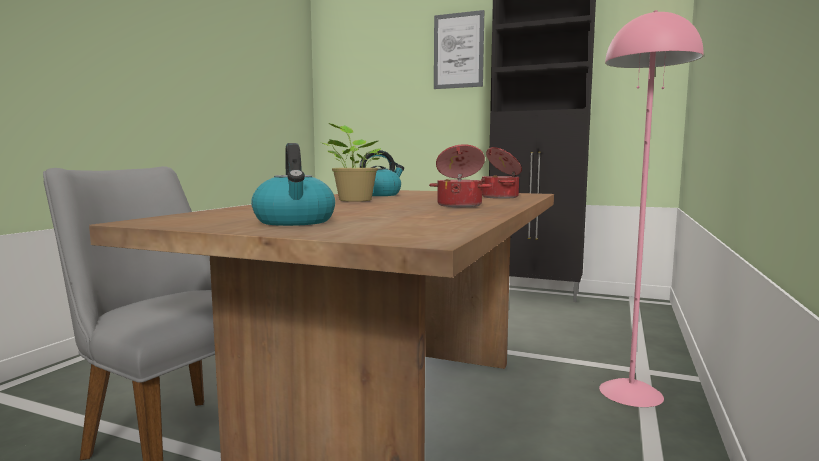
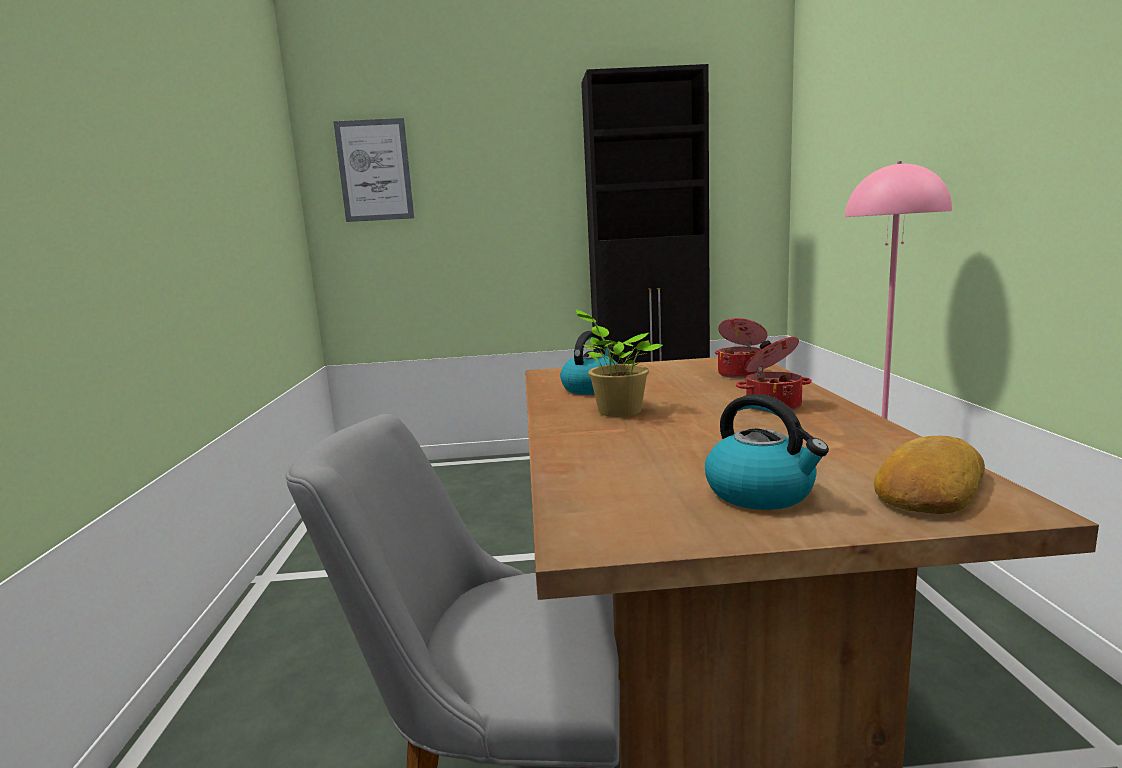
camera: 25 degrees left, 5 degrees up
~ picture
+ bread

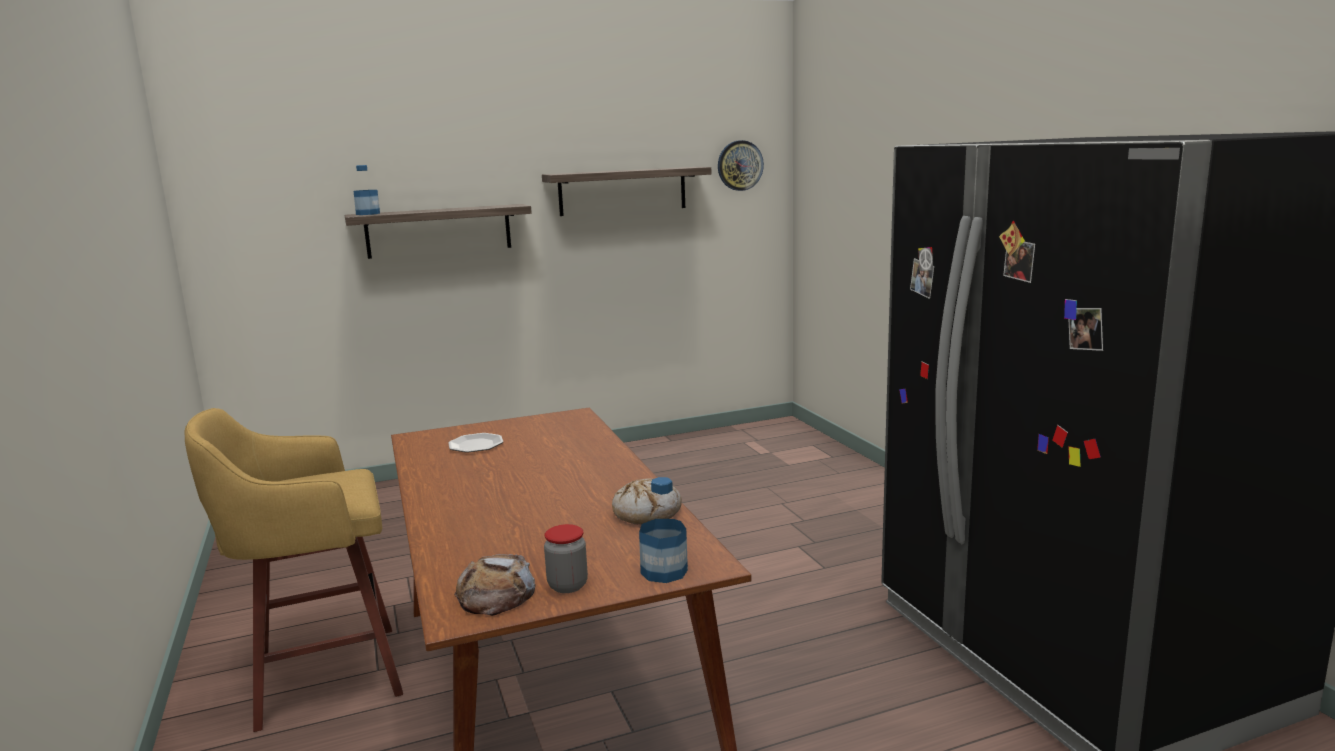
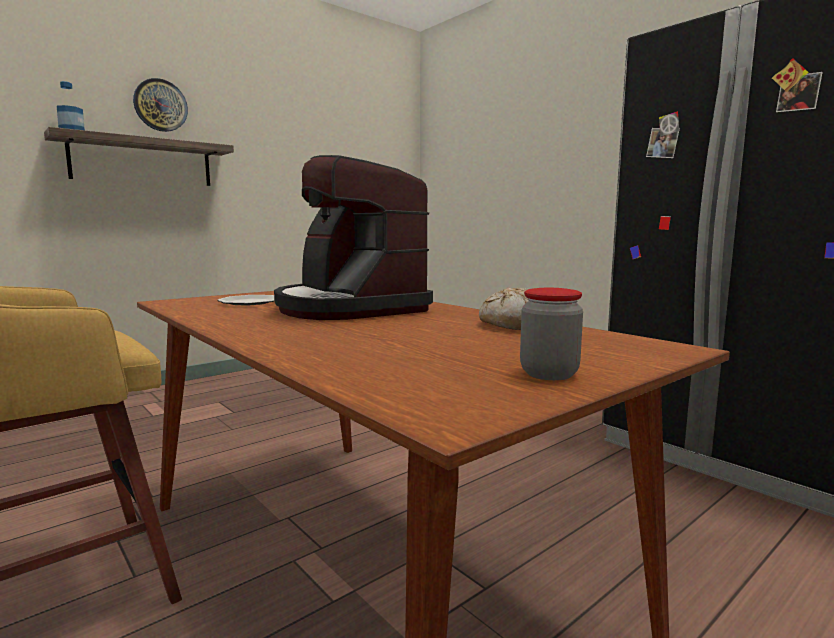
camera: 20 degrees left, 5 degrees down
~ wall_clock
+ coffee_machine
- bread (no. 1 from left)
- shelf (no. 2 from left)
- bottle (no. 2 from left)

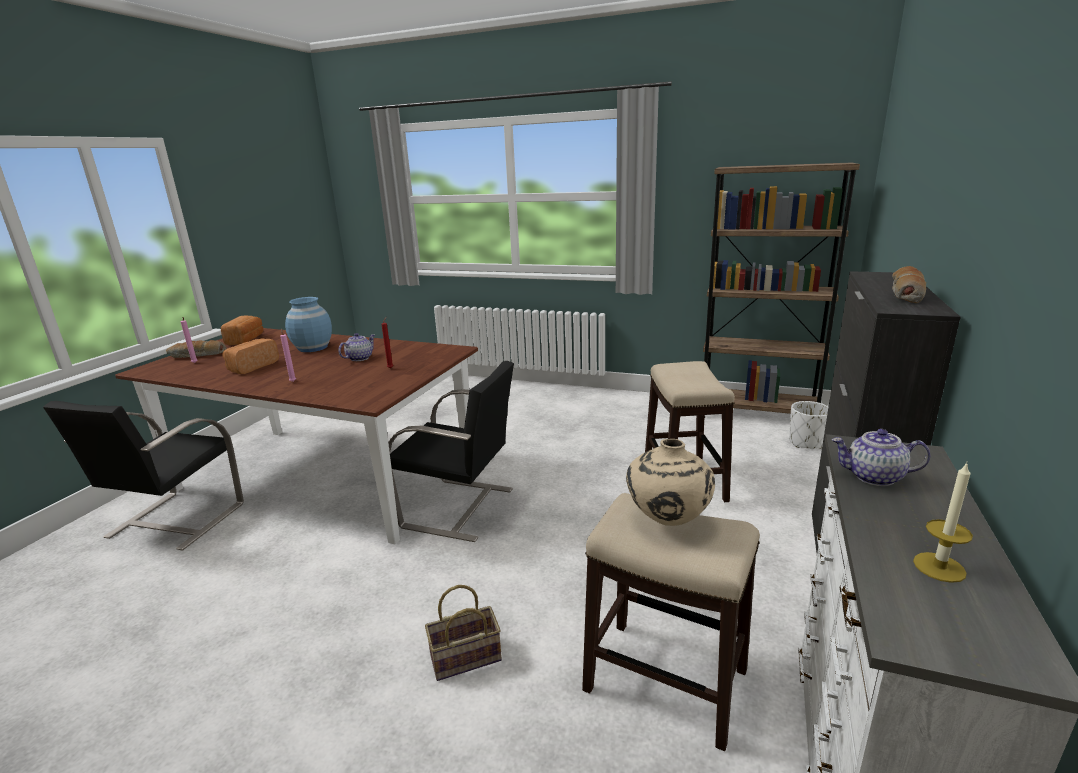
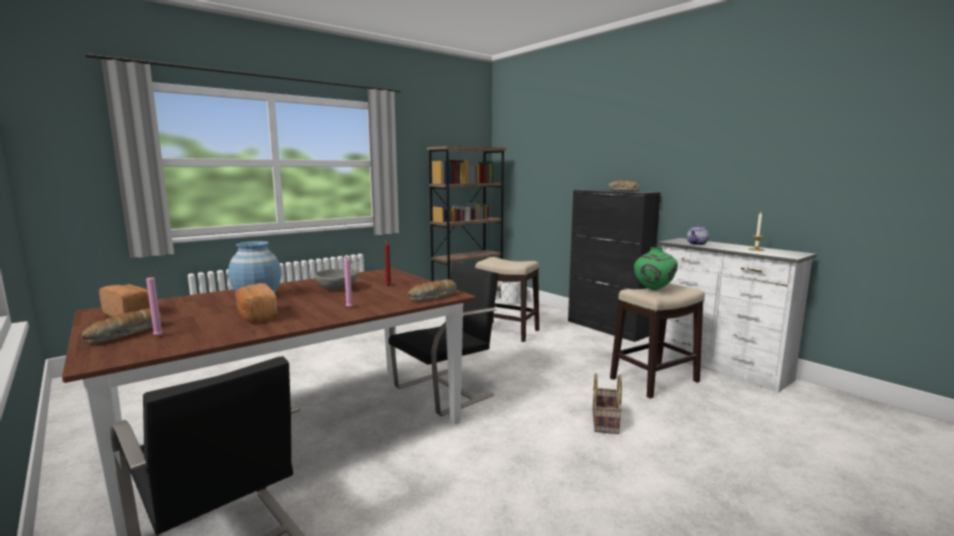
camera: 60 degrees left, 10 degrees down
~ teapot (no. 1 from left) to grey_bowl
+ bread (no. 4 from left)
~ beige_vase to green_vase

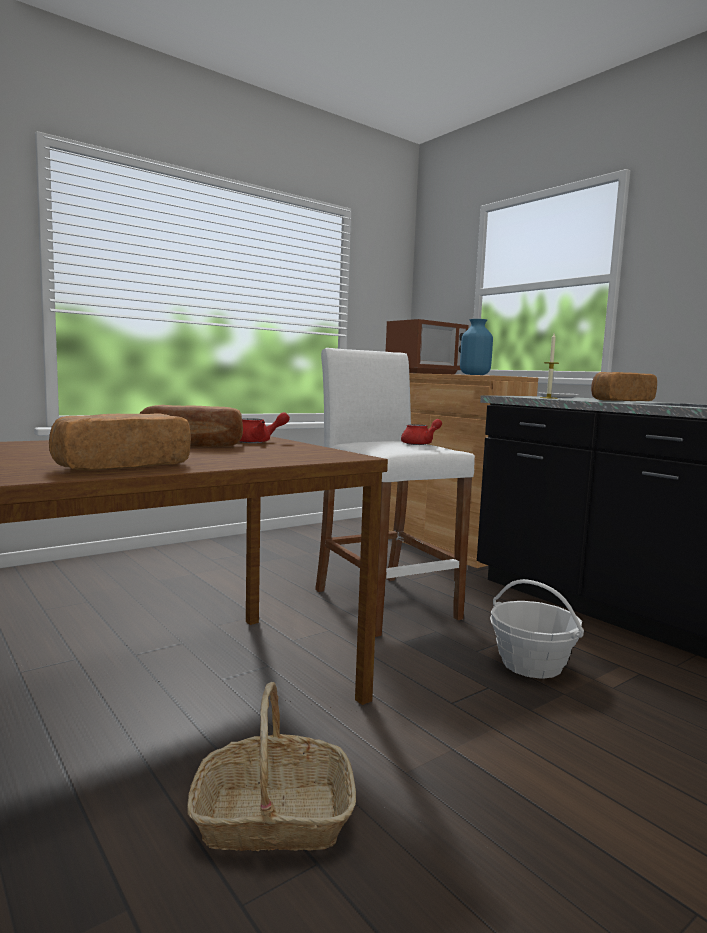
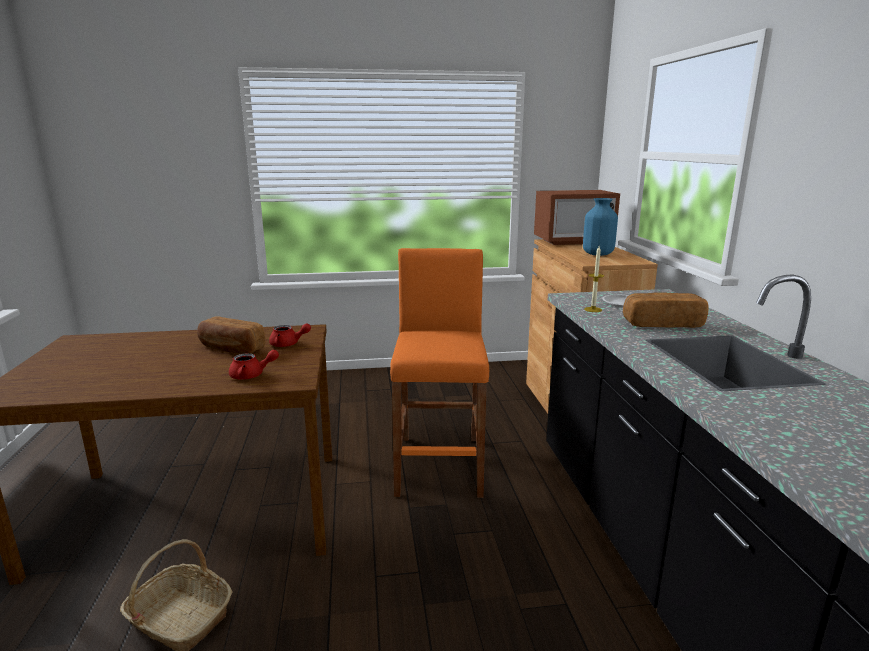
camera: 30 degrees right, 10 degrees up
~ red_teapot (no. 2 from left in the first image) to red_teapot (no. 1 from left)
~ white_stool to orange_stool
- bread (no. 1 from left)
- basket (no. 2 from left)

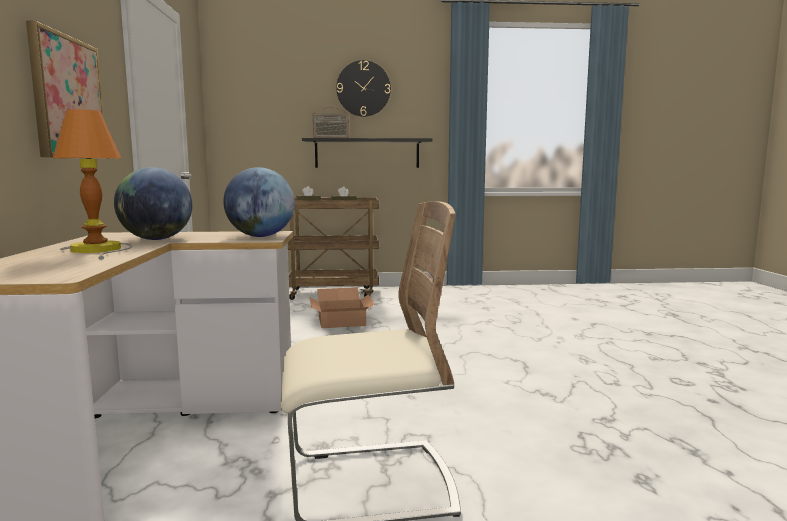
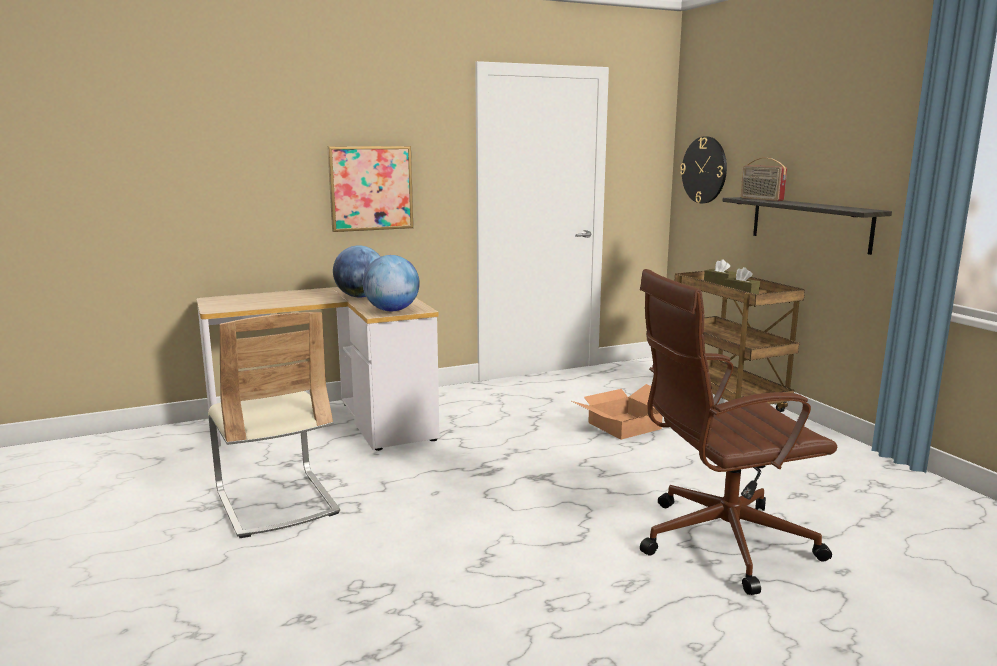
camera: 70 degrees right, 5 degrees up
+ brown_office_chair
~ wall_clock
- table_lamp

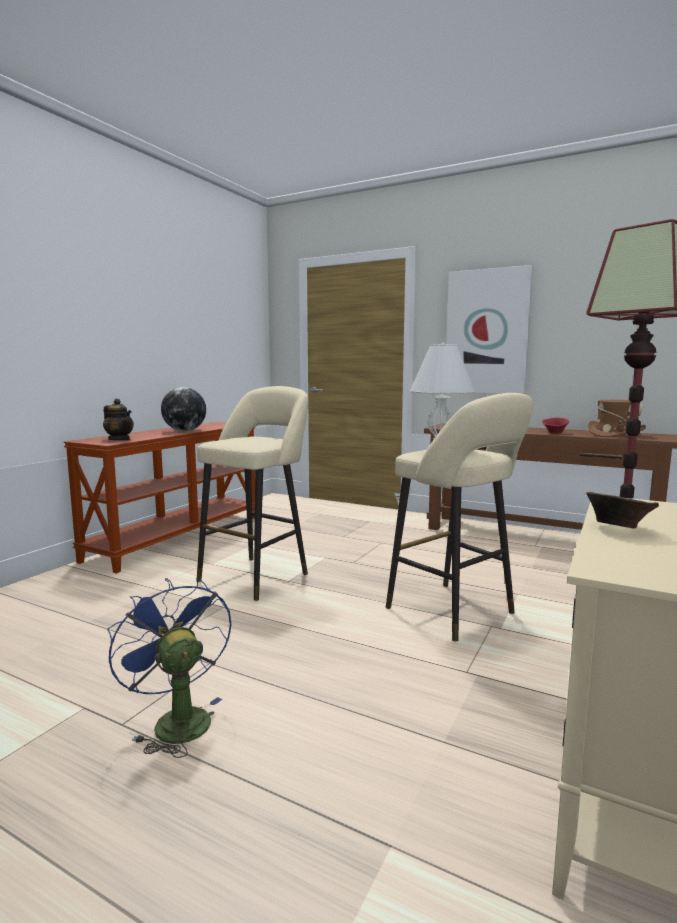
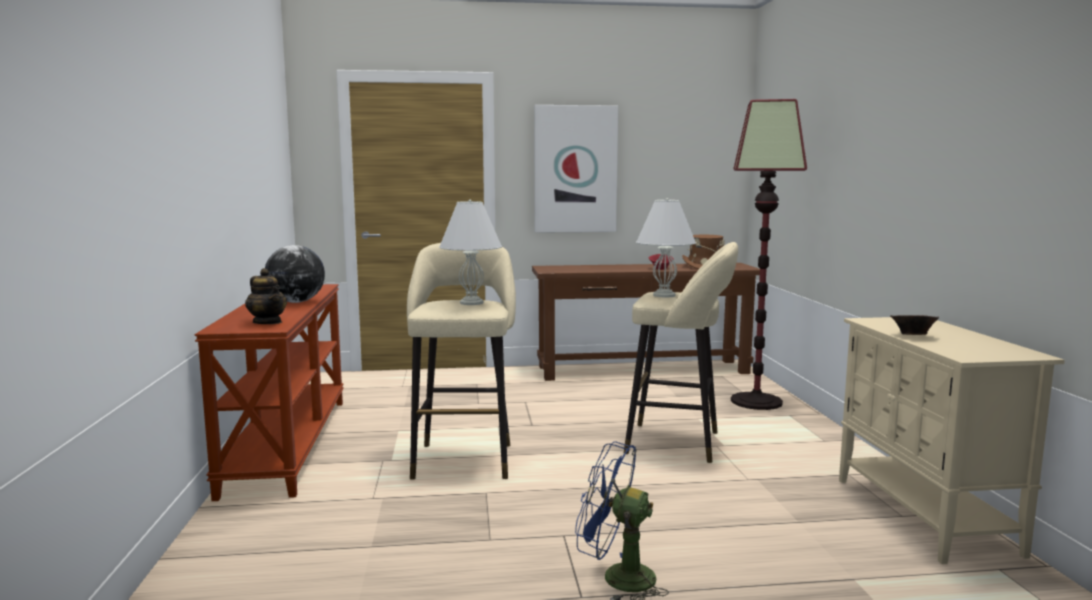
camera: 35 degrees left, 0 degrees up
~ teapot 45 degrees clockwise
+ white_table_lamp (no. 1 from left)

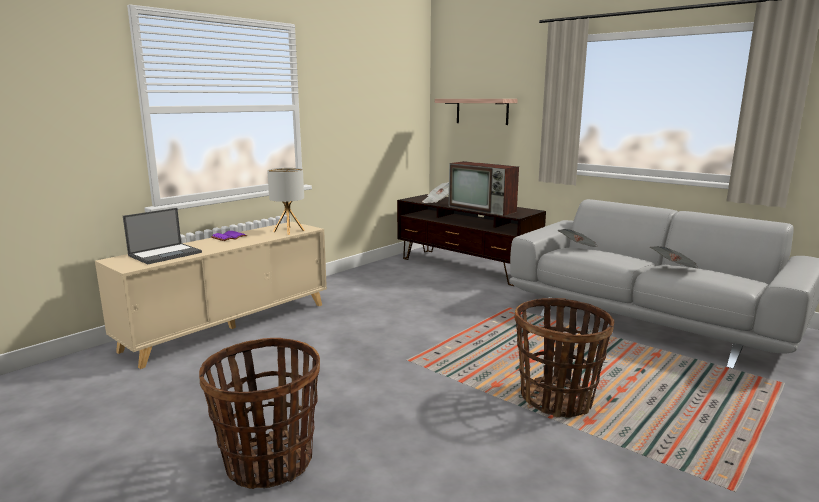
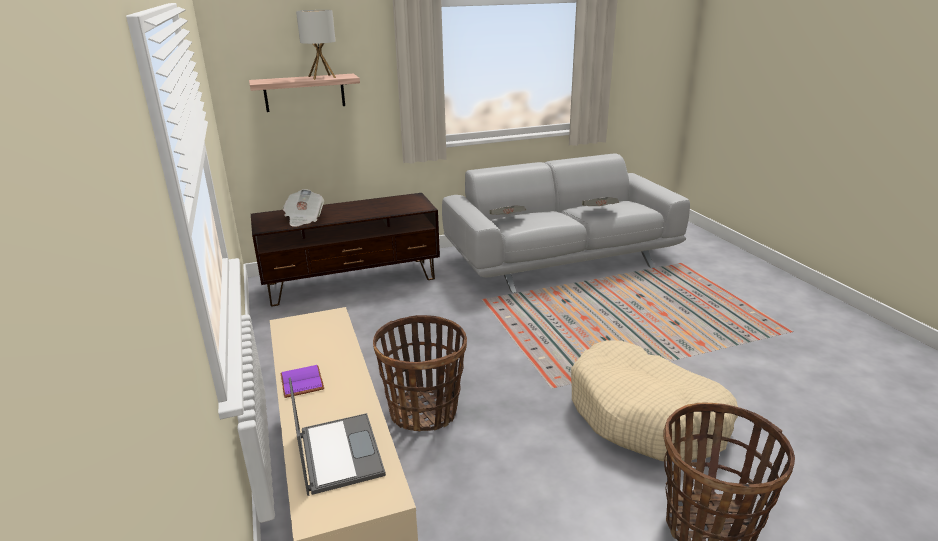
camera: 60 degrees left, 10 degrees up
~ table_lamp
~ basket (no. 2 from left in the first image) to basket (no. 1 from left)
+ beige_dog_bed
- television

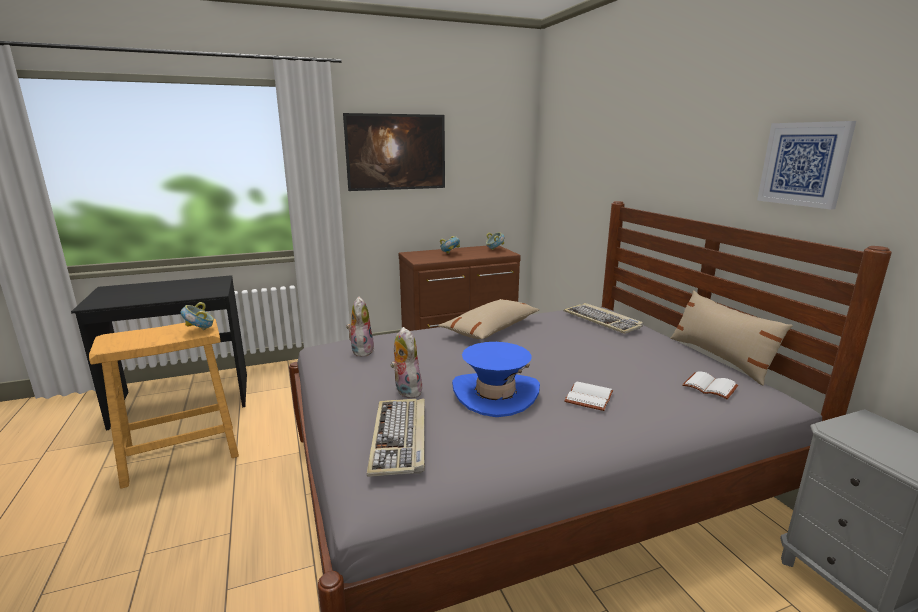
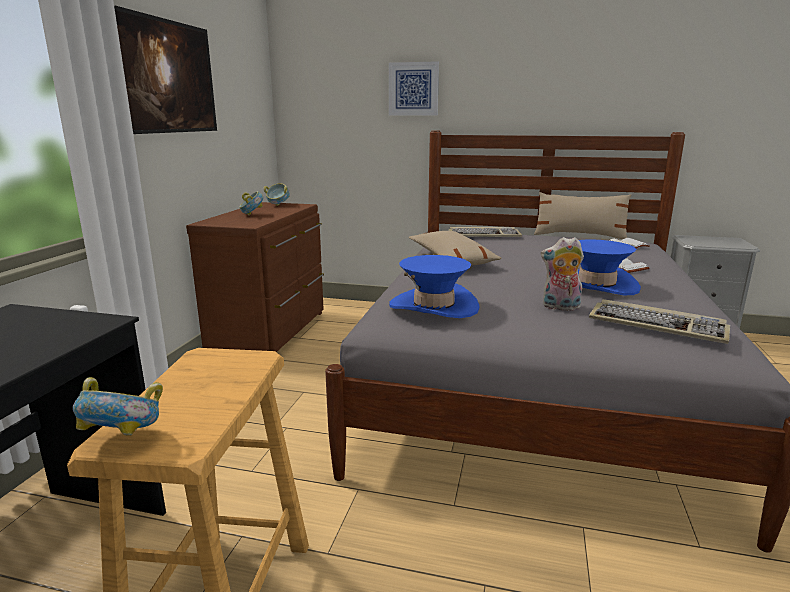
camera: 55 degrees left, 0 degrees up
~ bowl (no. 1 from left)
~ picture (no. 2 from left)
~ plush_toy (no. 1 from left) to blue_hat (no. 1 from left)

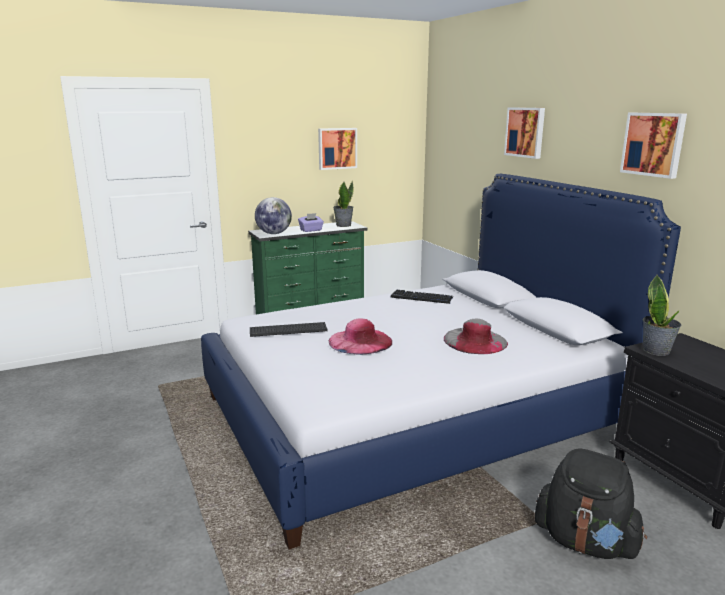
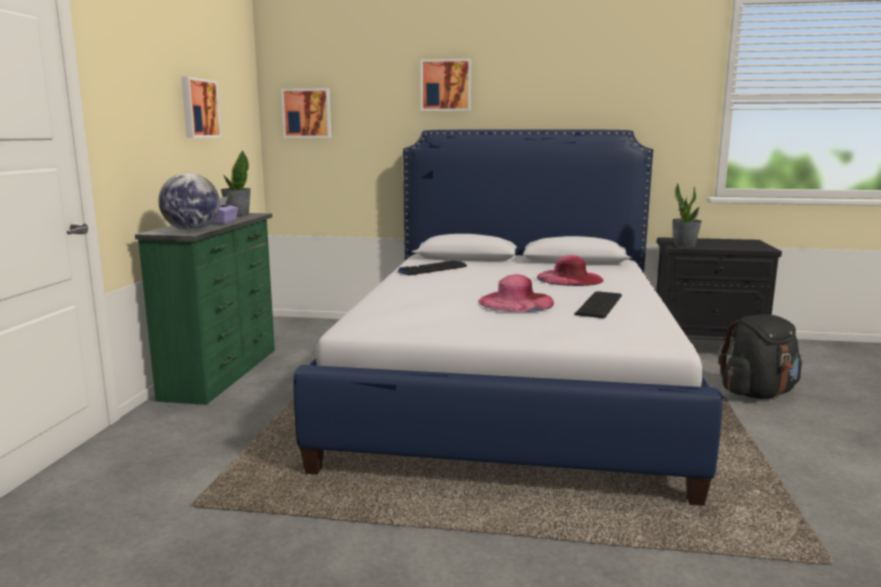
camera: 55 degrees left, 5 degrees down
~ picture (no. 3 from left in the first image) to picture (no. 2 from left)
~ grey_hat to pink_hat (no. 2 from left)
~ keyboard (no. 1 from left in the first image) to keyboard (no. 2 from left)

